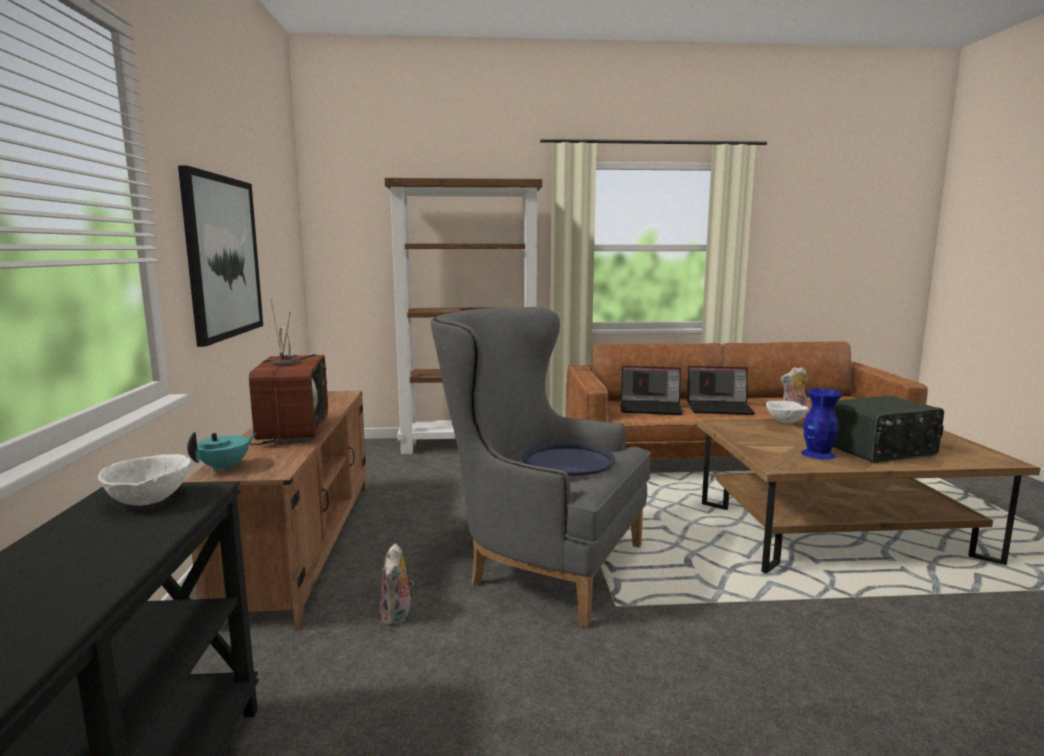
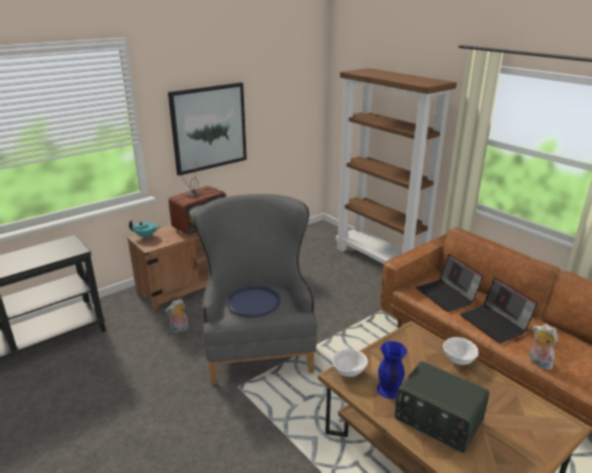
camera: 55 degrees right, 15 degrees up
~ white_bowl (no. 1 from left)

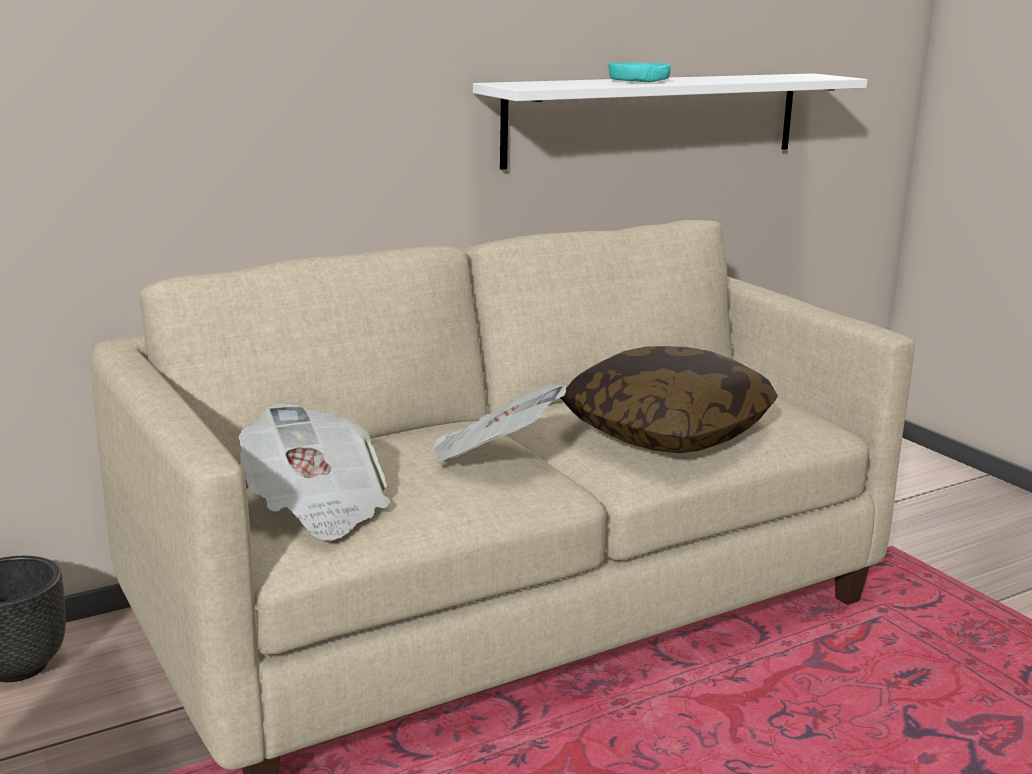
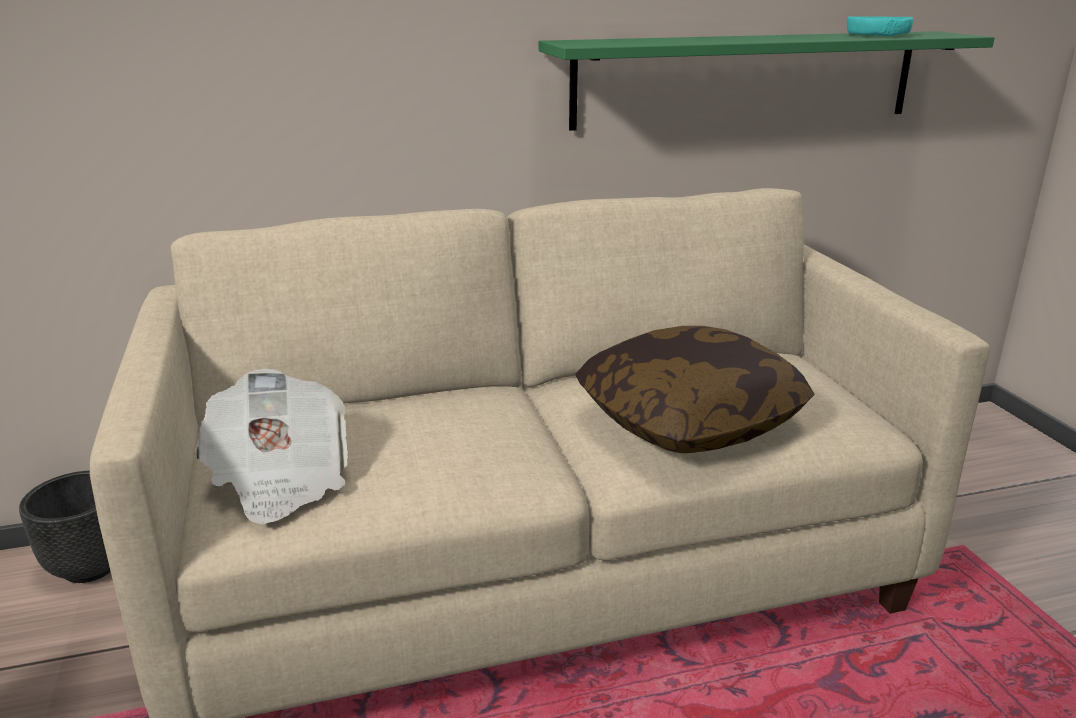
camera: 15 degrees right, 5 degrees up
~ white_shelf to green_shelf
~ turquoise_bowl
- newspaper (no. 2 from left)

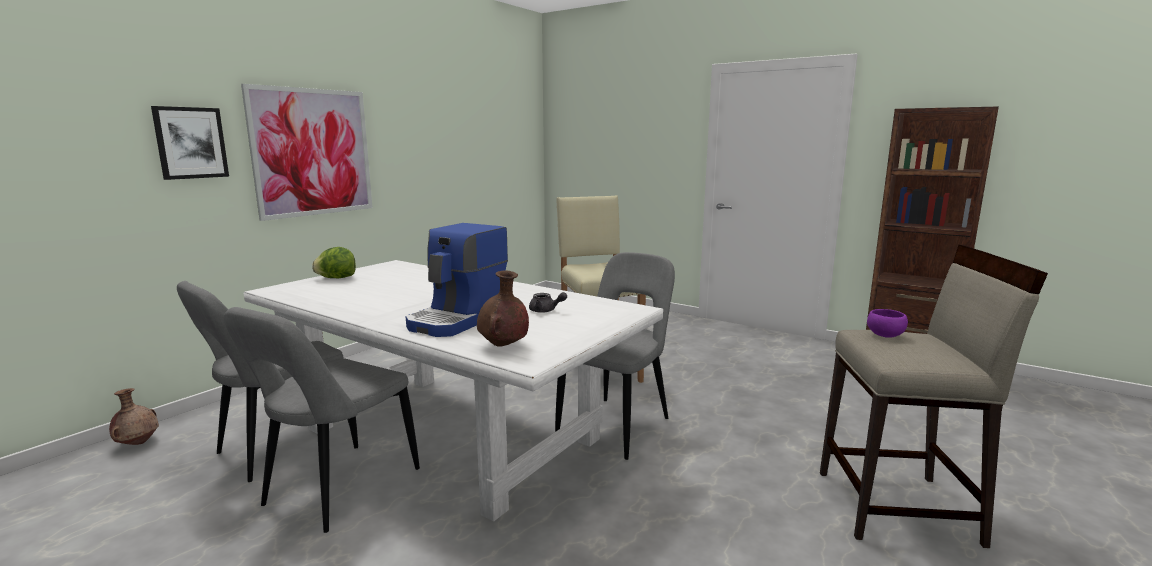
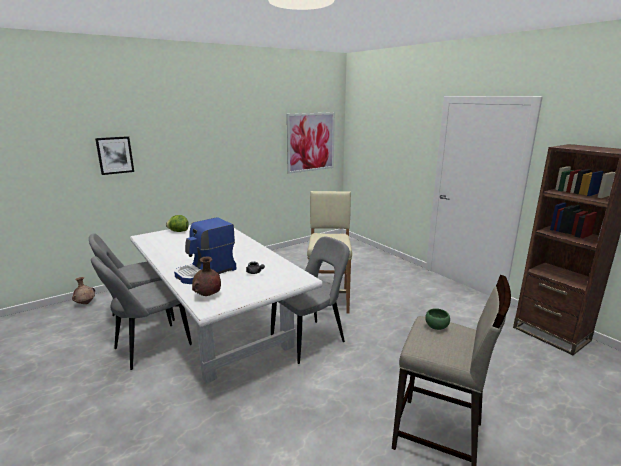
camera: 20 degrees right, 5 degrees up
~ picture (no. 2 from left)
~ purple_bowl to green_bowl

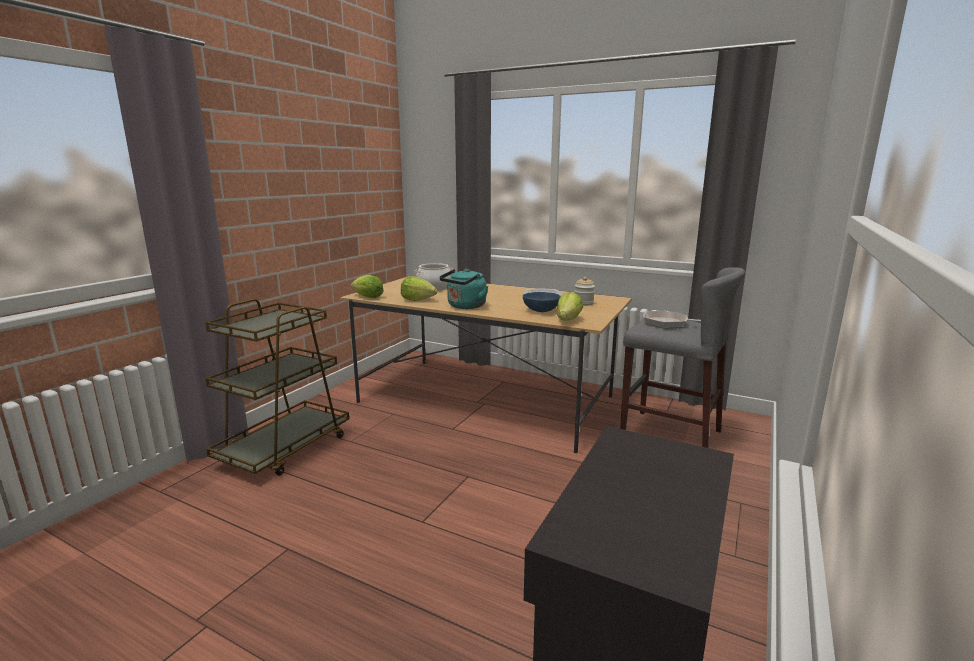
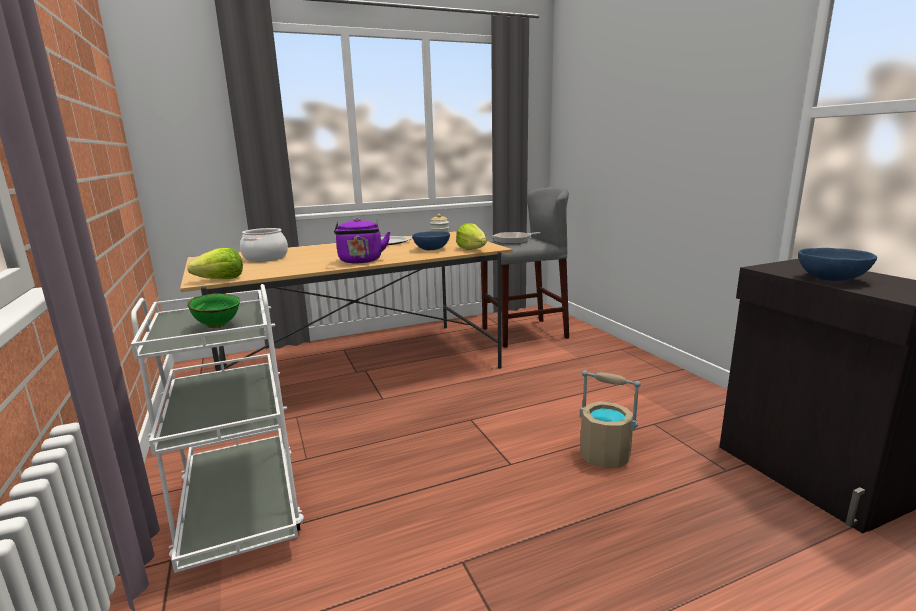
camera: 50 degrees left, 0 degrees up
~ brown_cart to white_cart
+ green_bowl
~ turquoise_kettle to purple_kettle
+ beige_bucket
+ blue_bowl (no. 2 from left)
- lettuce (no. 2 from left)

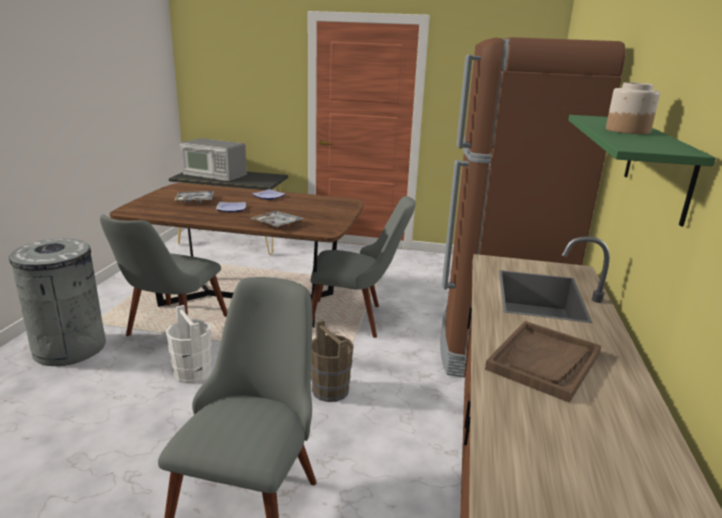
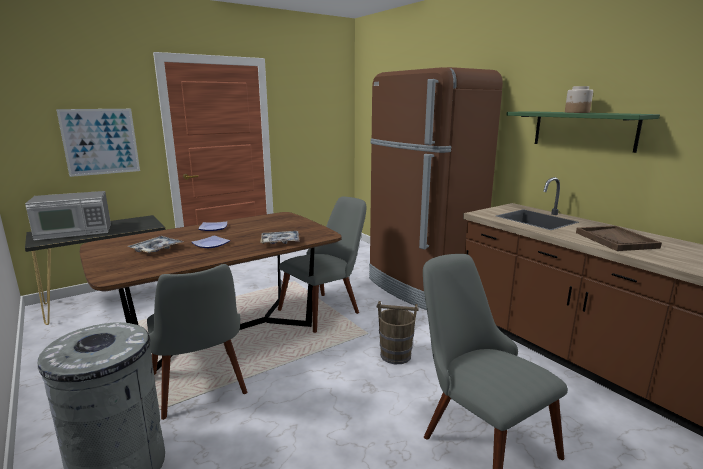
camera: 45 degrees left, 5 degrees down
+ picture
- white_bucket

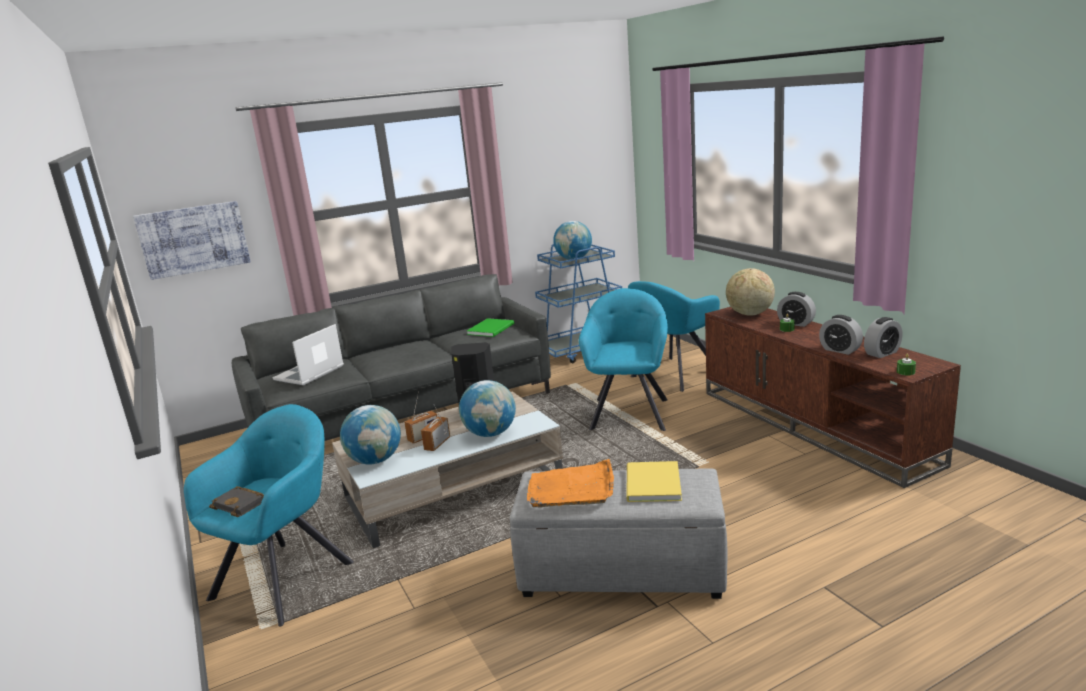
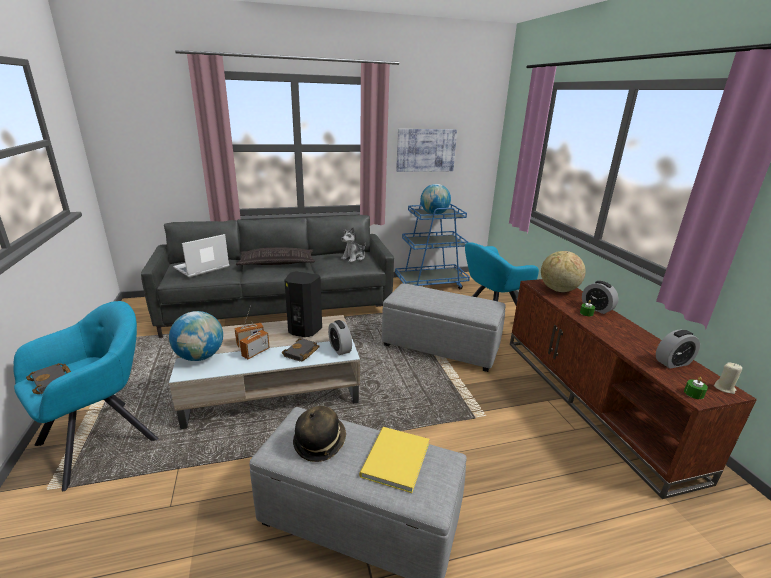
camera: 10 degrees right, 5 degrees up
+ pillow
~ globe (no. 2 from left) to black_book (no. 2 from left)
~ orange_tray to hat
~ alarm_clock (no. 2 from left in the first image) to alarm_clock (no. 1 from left)
~ green_book to plush_toy
~ turquoise_armchair (no. 2 from left) to grey_ottoman (no. 2 from left)
~ picture
+ beige_candle

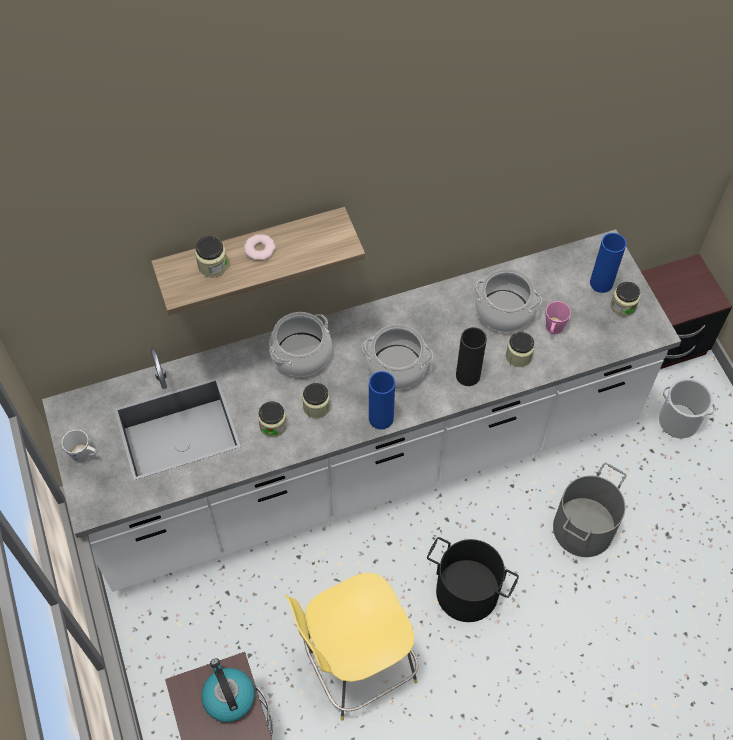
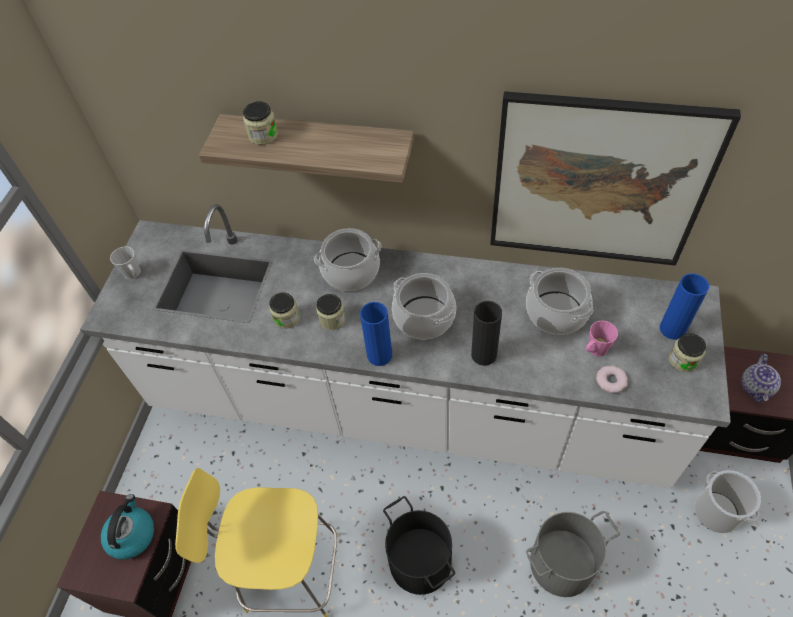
camera: 35 degrees right, 5 degrees down
+ picture
~ donut
+ teapot
- jar (no. 4 from left)

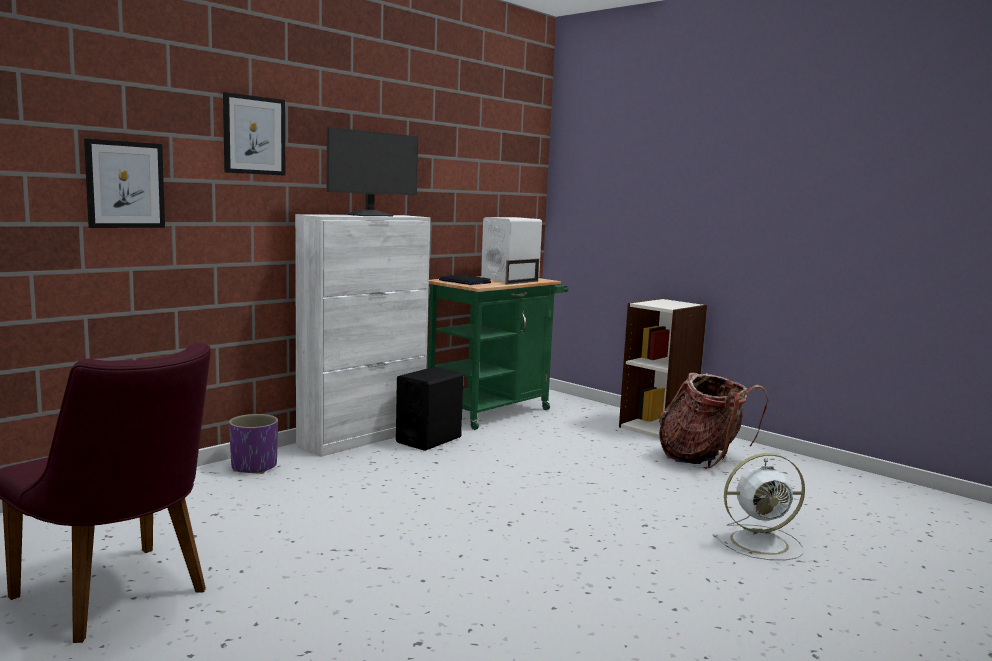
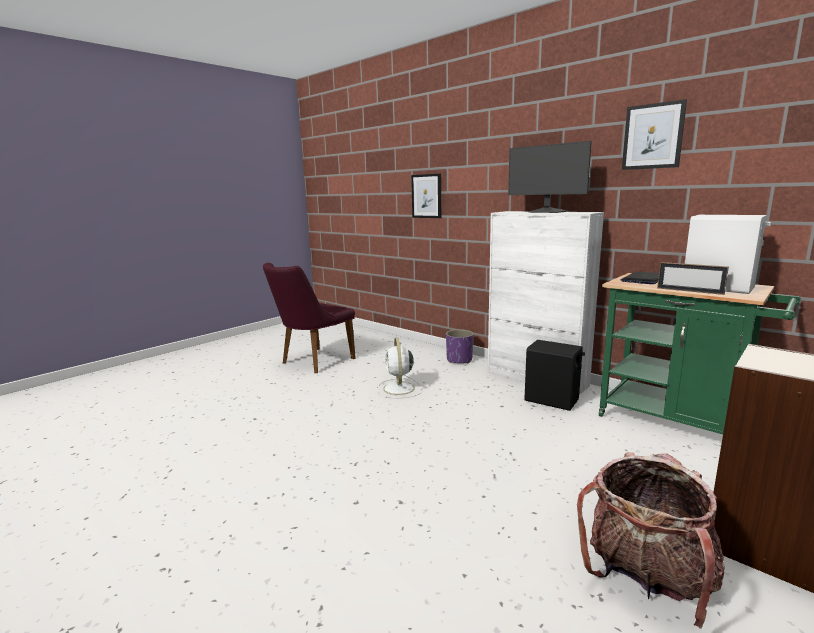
camera: 90 degrees right, 5 degrees up
~ white_fan
~ picture (no. 2 from left)

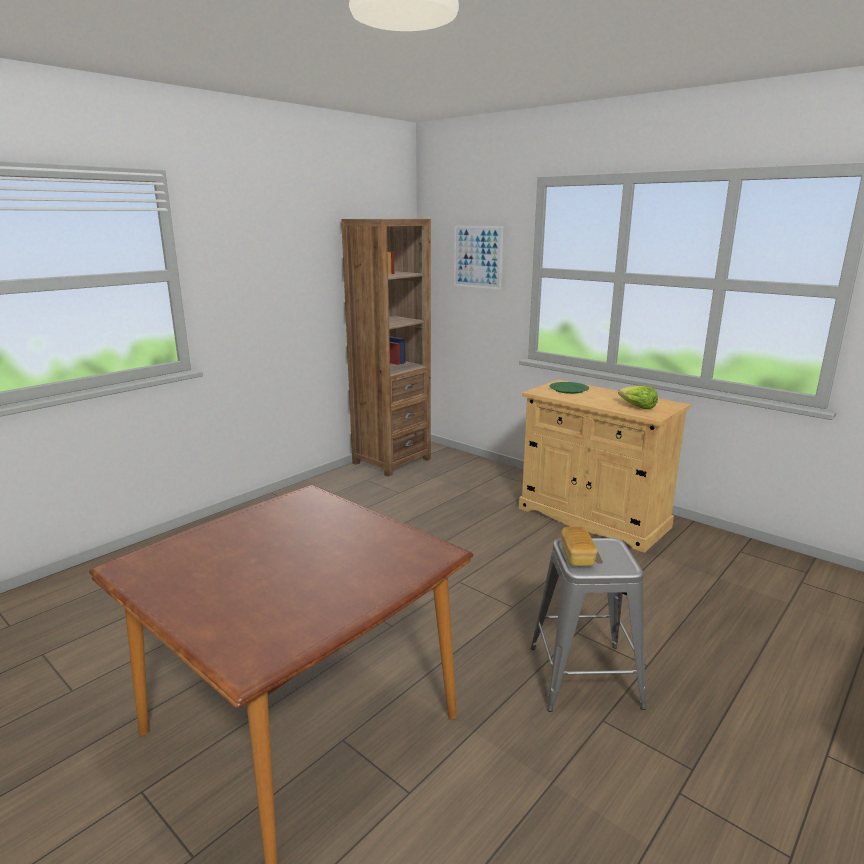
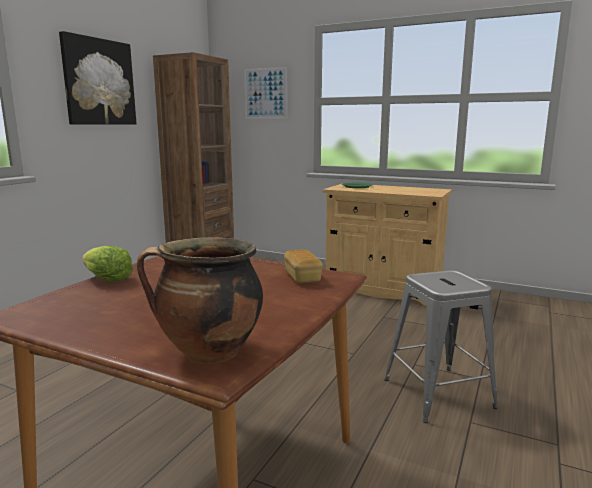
camera: 15 degrees left, 5 degrees down
+ picture (no. 1 from left)
~ lettuce
+ cooking_pot
~ bread

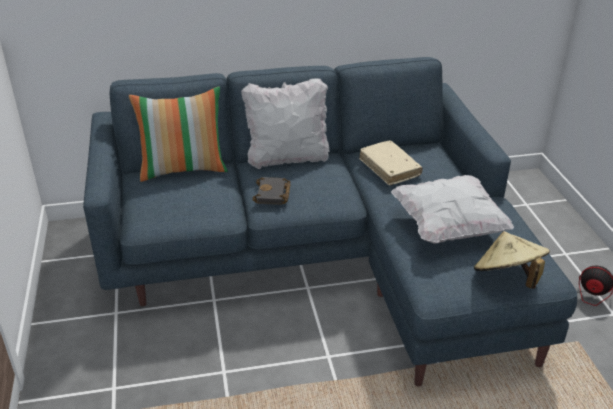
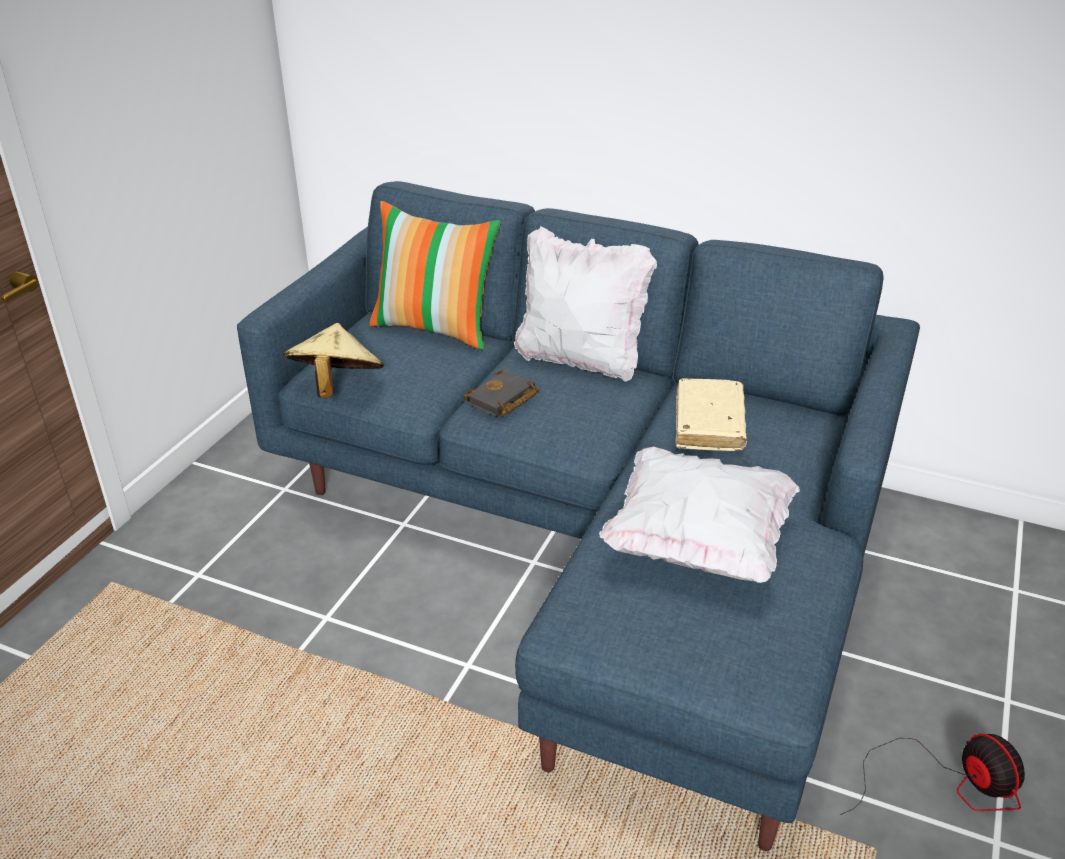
camera: 35 degrees right, 0 degrees up
~ beige_hat

